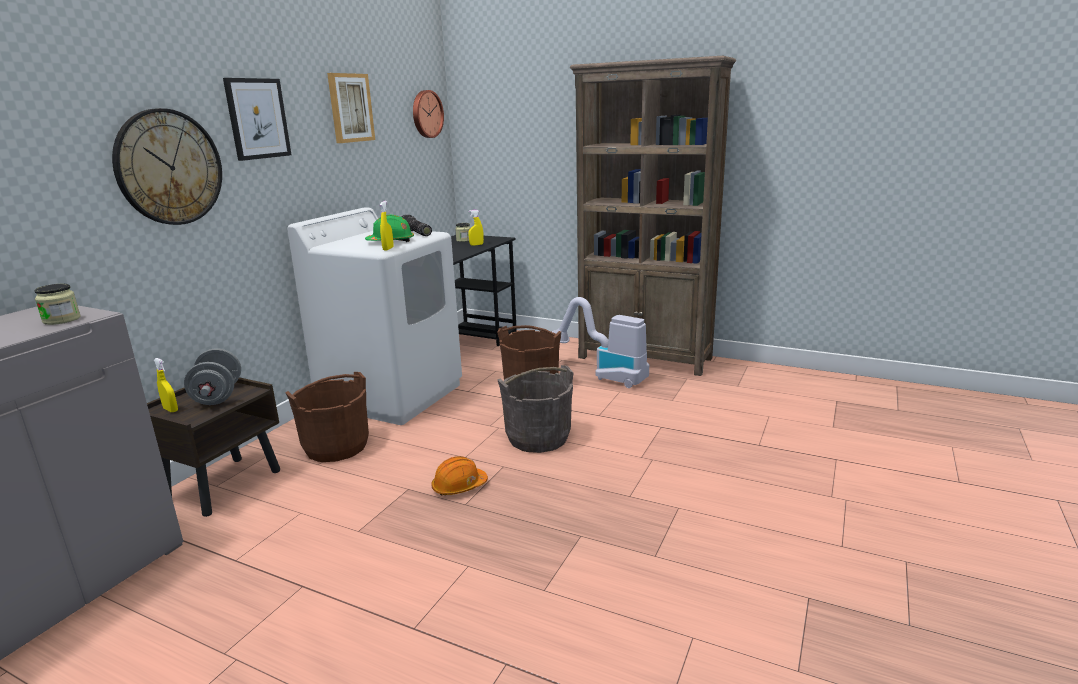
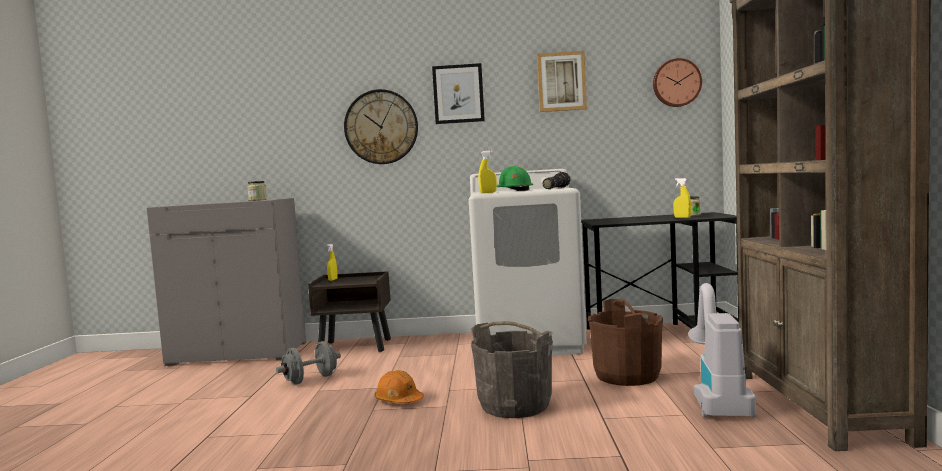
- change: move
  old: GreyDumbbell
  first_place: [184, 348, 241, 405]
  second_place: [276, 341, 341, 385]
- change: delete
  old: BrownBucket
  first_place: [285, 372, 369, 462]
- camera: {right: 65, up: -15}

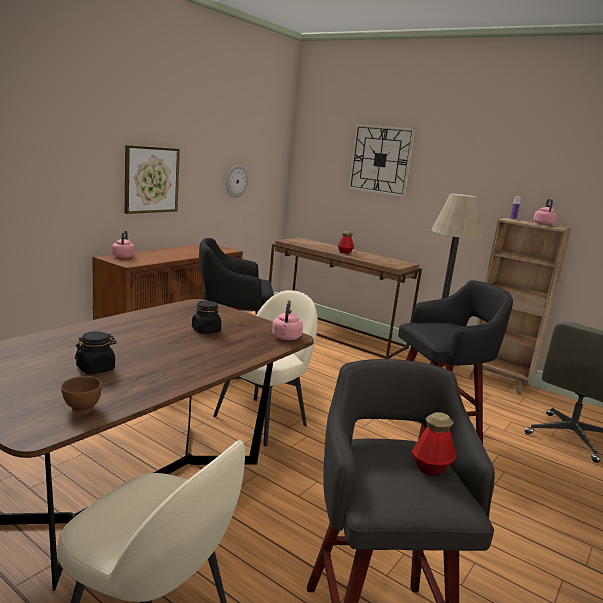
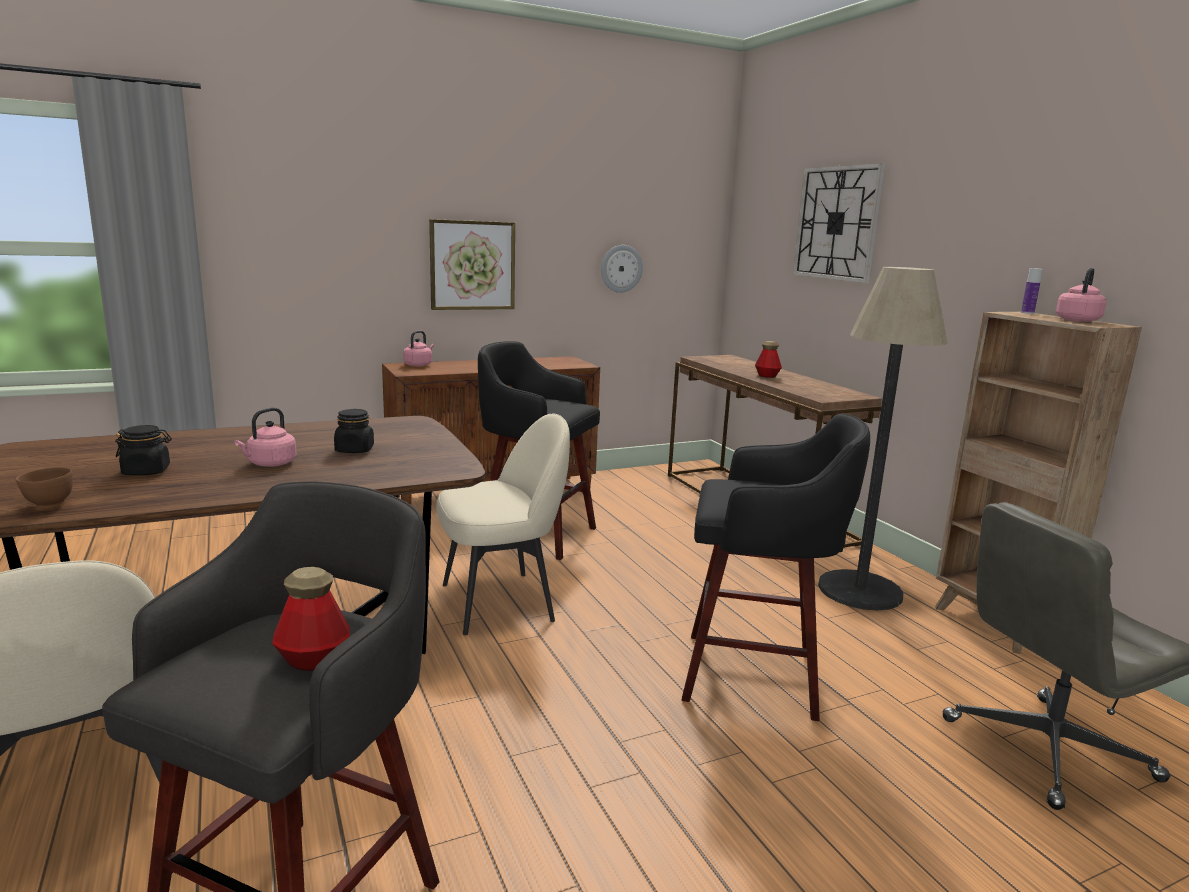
- change: move
  old: PinkKettle
  first_place: [272, 300, 303, 340]
  second_place: [234, 407, 297, 467]
- camera: {right: 30, up: 0}

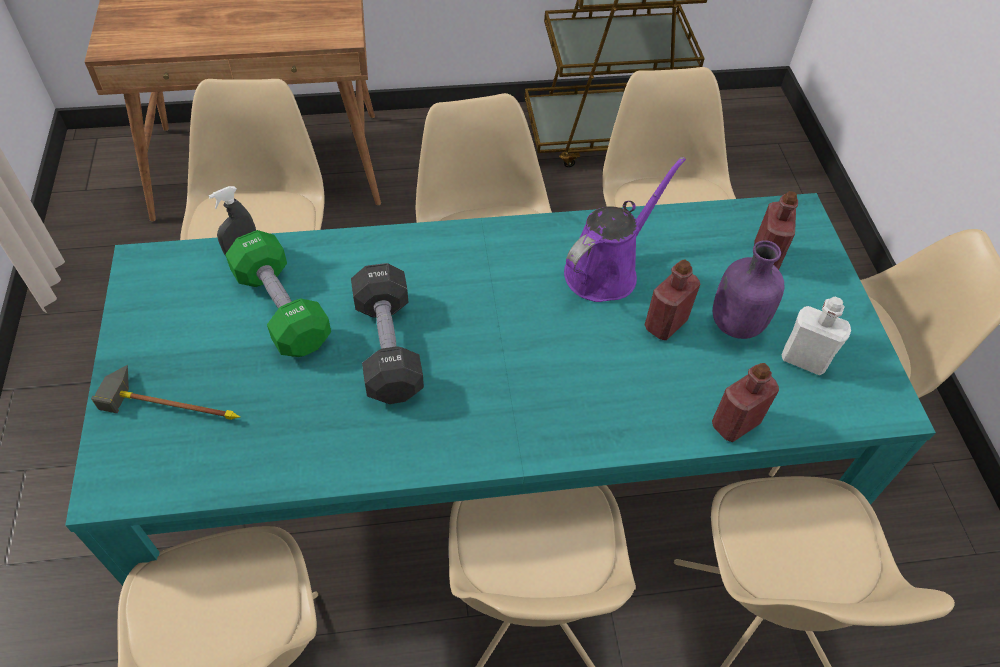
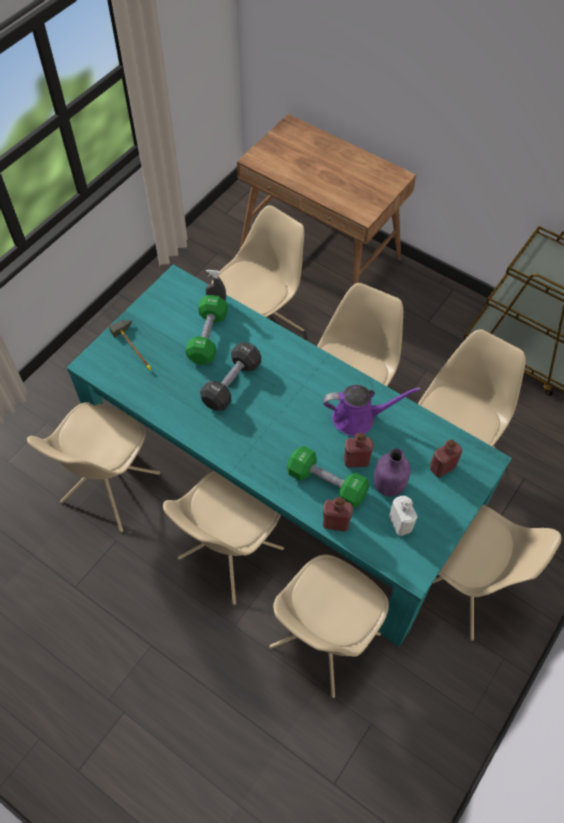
- change: insert
  new: GreenDumbbell
  second_place: [287, 446, 369, 508]
- camera: {right: 45, up: 5}

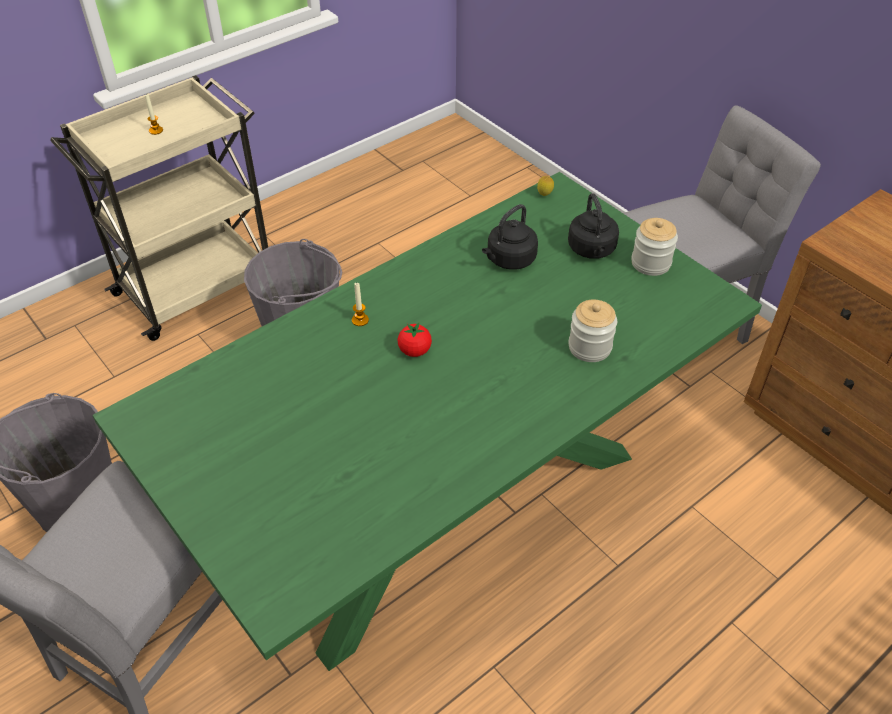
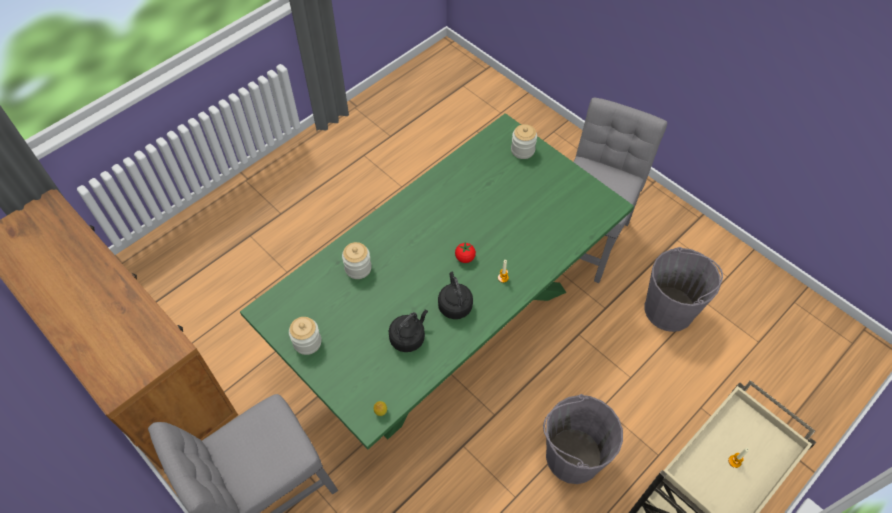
- change: move
  old: BlackKettle
  first_place: [568, 193, 619, 259]
  second_place: [438, 272, 473, 319]
- change: insert
  new: Jar
  second_place: [511, 124, 537, 159]
- camera: {right: 175, up: 10}

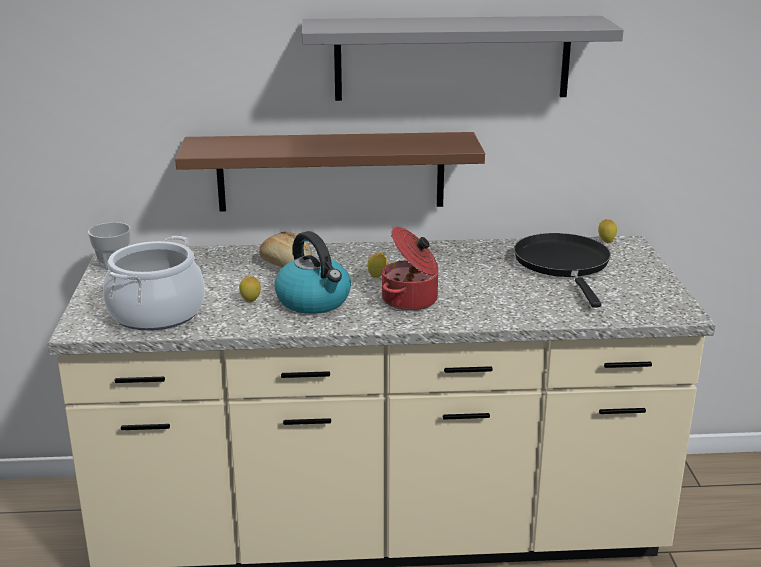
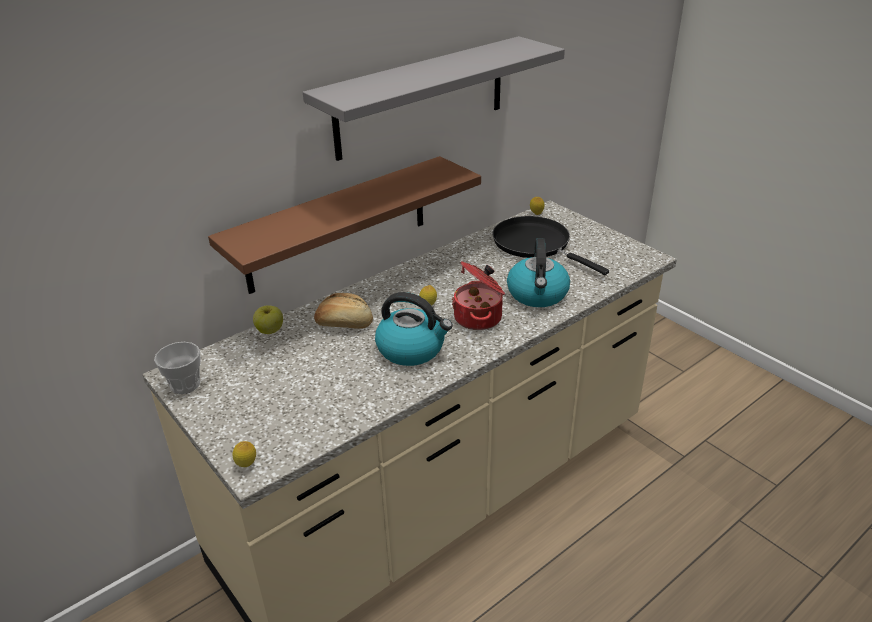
- change: delete
  old: CookingPot
  first_place: [103, 236, 205, 331]
- change: move
  old: Lemon
  first_place: [239, 276, 261, 302]
  second_place: [232, 441, 256, 467]
- change: insert
  new: Kettle
  second_place: [507, 238, 570, 307]
- change: insert
  new: Apple
  second_place: [253, 305, 283, 334]
- camera: {right: -35, up: 10}

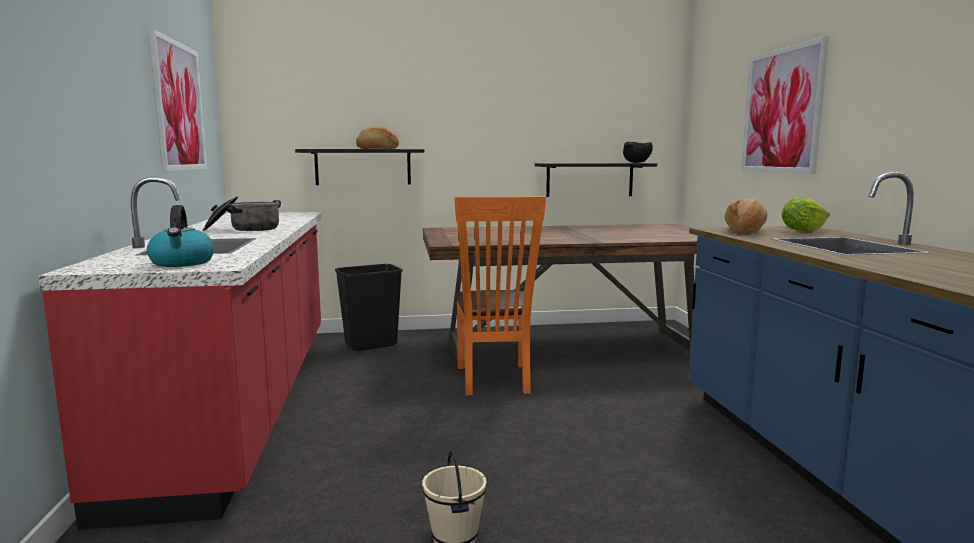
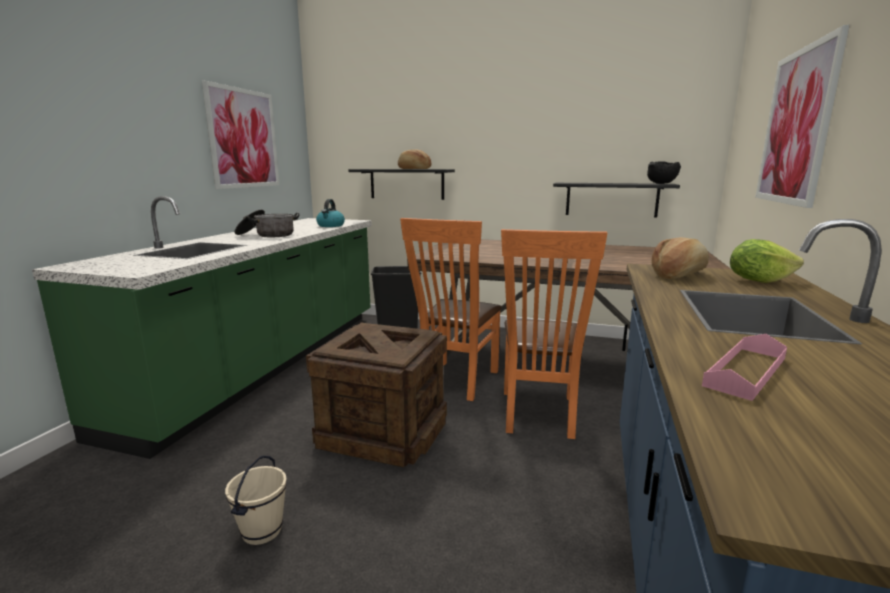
- change: recolor
  old: RedCounter
  new: GreenCounter
  first_place: [38, 177, 322, 530]
  second_place: [32, 196, 372, 459]
- change: move
  old: Kettle
  first_place: [147, 205, 214, 267]
  second_place: [316, 199, 345, 227]
- change: insert
  new: OrangeChair
  second_place: [501, 229, 608, 439]
- change: insert
  new: Crate
  second_place: [306, 323, 447, 467]
- change: insert
  new: PinkTray
  second_place: [702, 334, 787, 401]
- camera: {right: 25, up: 5}

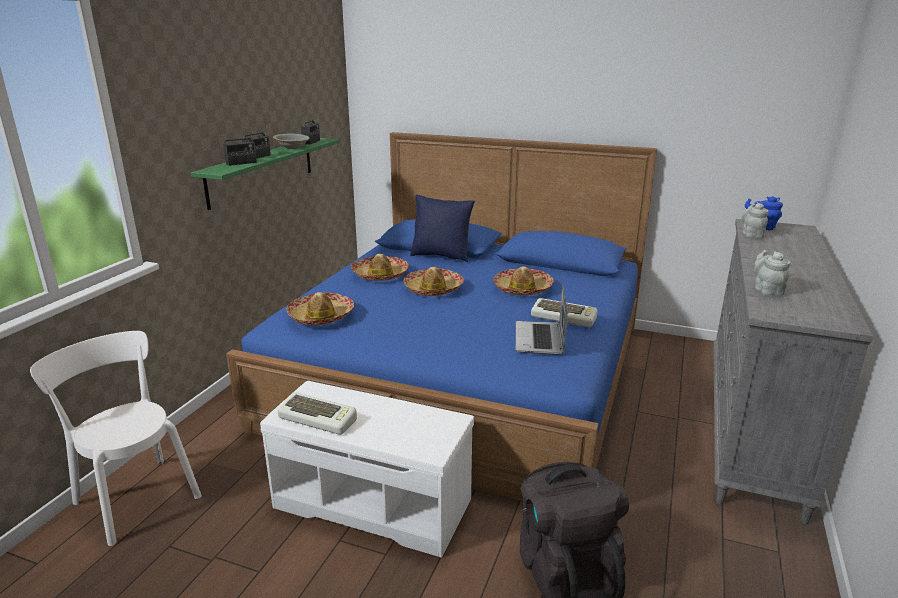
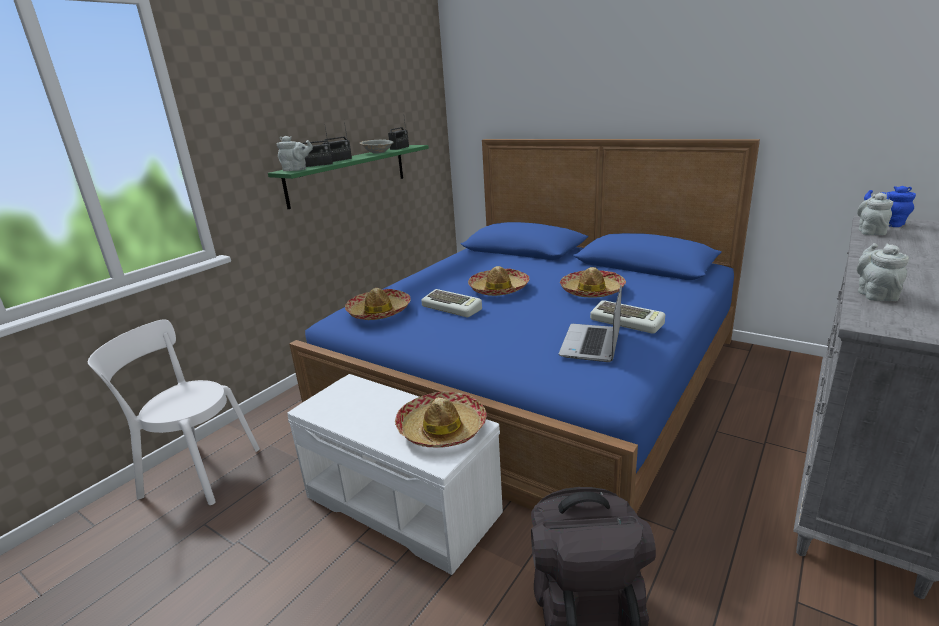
- change: delete
  old: BluePillow
  first_place: [410, 194, 475, 263]
- change: move
  old: Hat
  first_place: [351, 254, 409, 281]
  second_place: [395, 391, 487, 448]
- change: rotate
  old: WhiteChair
  first_place: [30, 331, 202, 546]
  second_place: [88, 319, 260, 505]
  degrees: -45
- change: move
  old: Keyboard
  first_place: [277, 392, 357, 435]
  second_place: [421, 289, 482, 317]
- change: insert
  new: GreyTeapot
  second_place: [277, 136, 313, 171]
- camera: {right: 15, up: 0}

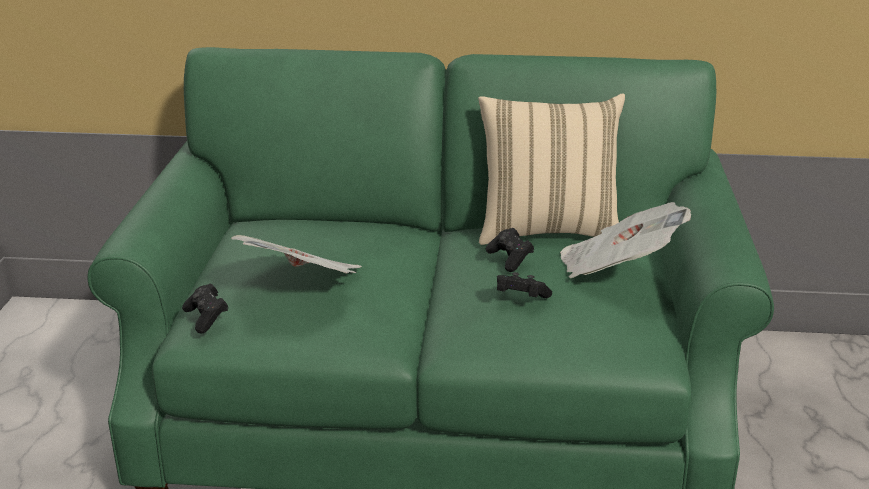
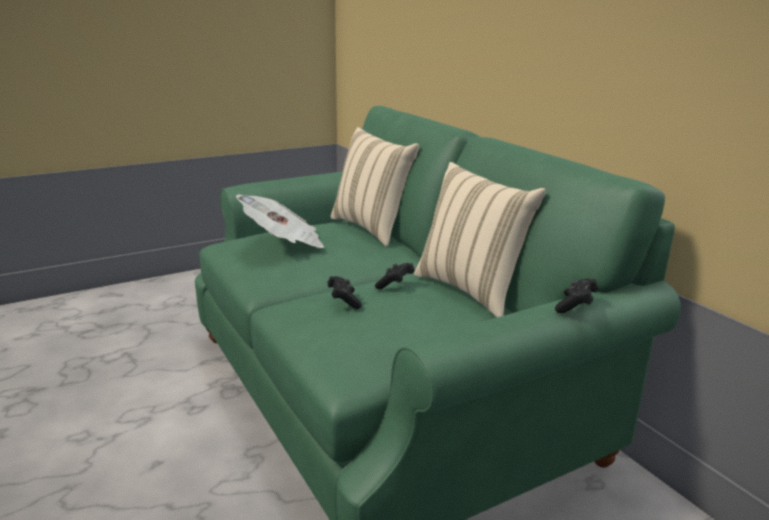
- change: delete
  old: Newspaper
  first_place: [560, 202, 691, 278]
- change: move
  old: BlackGameController
  first_place: [182, 283, 228, 334]
  second_place: [555, 279, 598, 313]
- change: insert
  new: BeigePillow
  second_place: [331, 127, 419, 246]
- camera: {right: 55, up: -5}

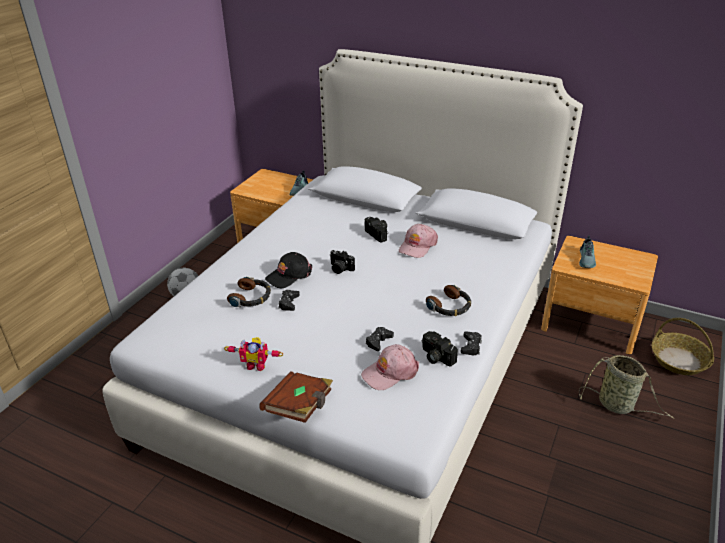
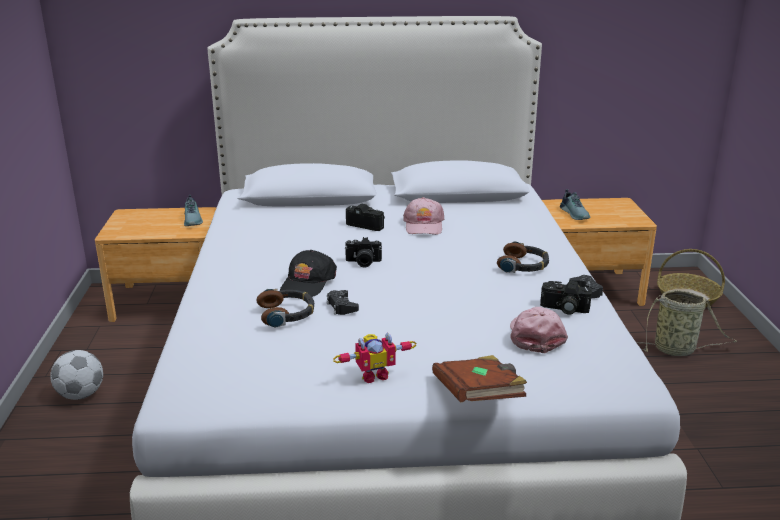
- change: delete
  old: BlackGameController
  first_place: [366, 327, 394, 351]
- change: rotate
  old: PinkCap
  first_place: [361, 344, 419, 390]
  second_place: [510, 307, 568, 353]
  degrees: 150
- camera: {right: -30, up: -10}

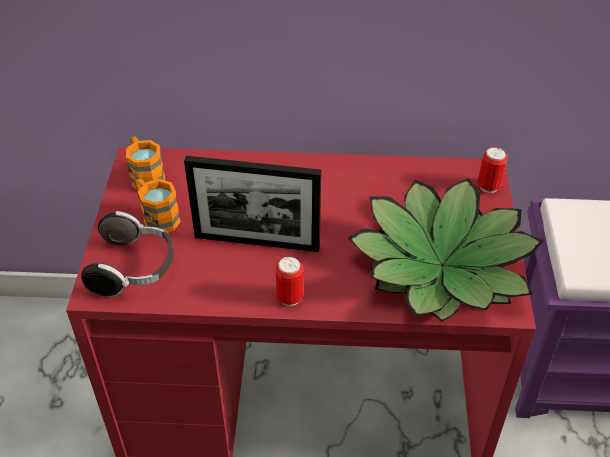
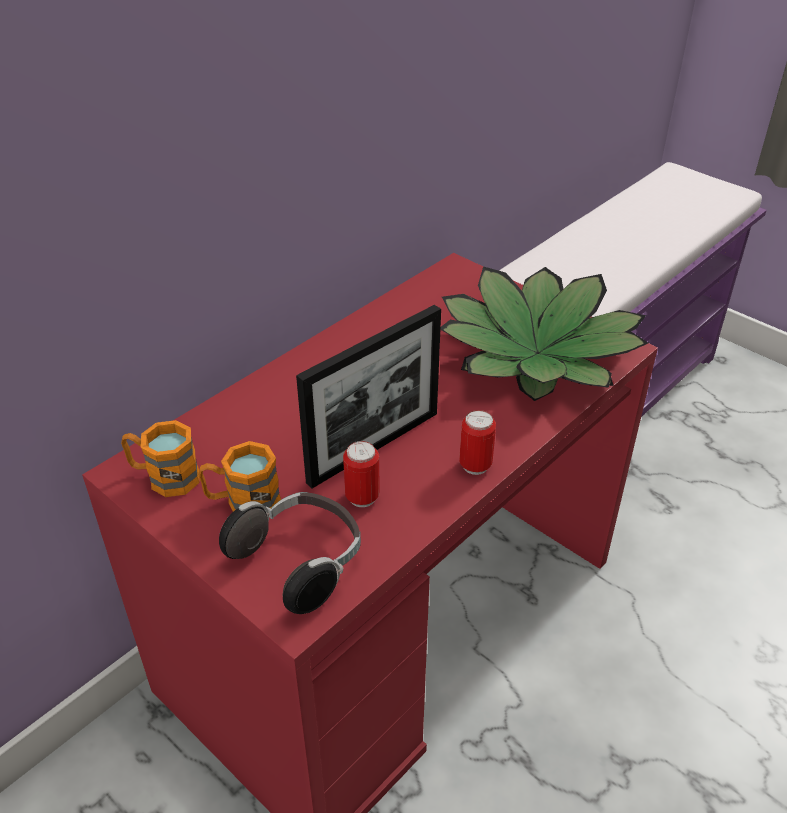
- change: move
  old: Can
  first_place: [478, 147, 507, 193]
  second_place: [343, 441, 380, 507]
- camera: {right: -50, up: -5}

